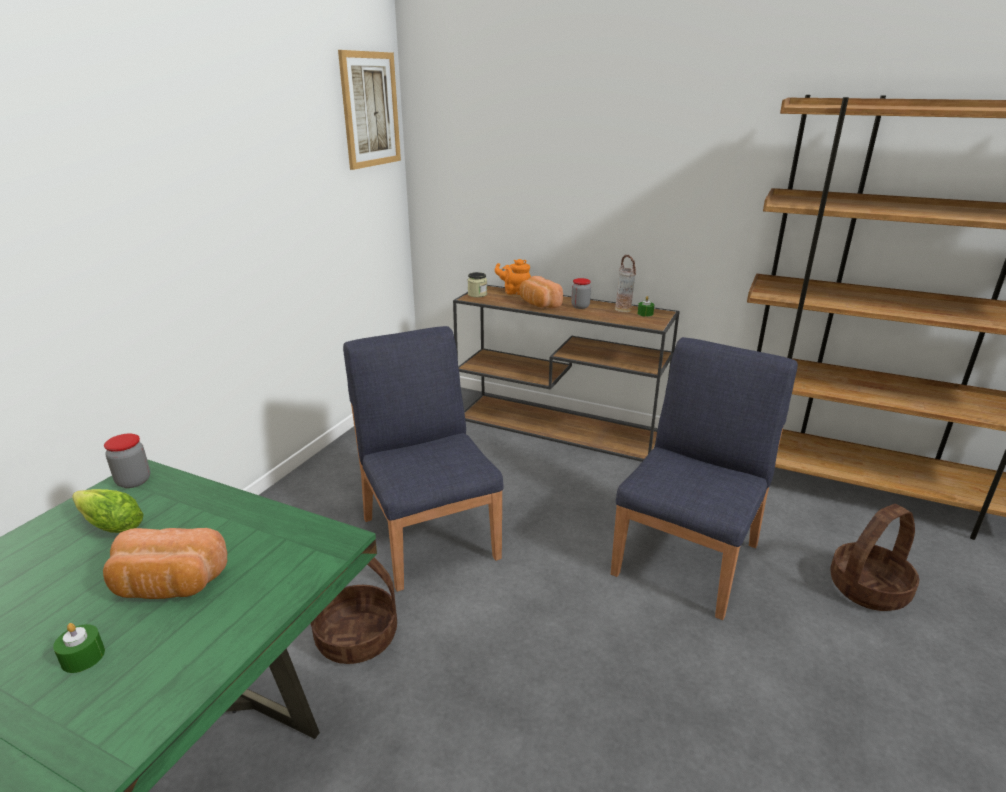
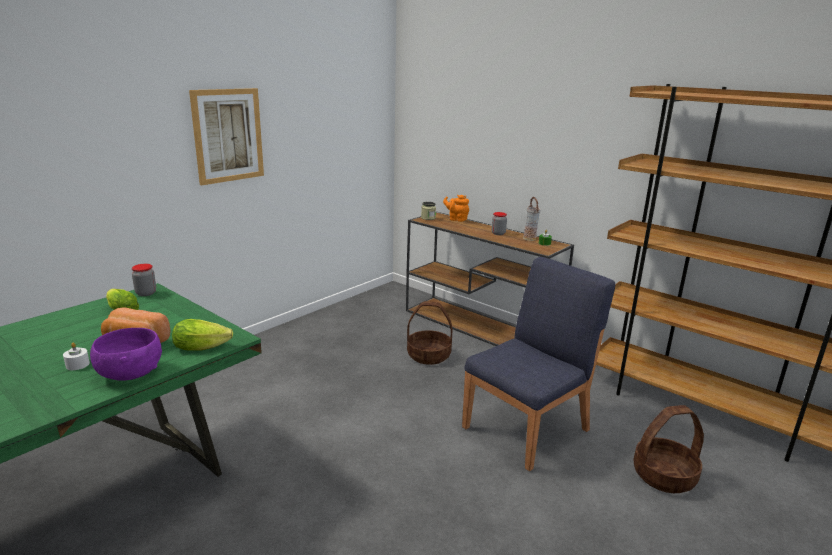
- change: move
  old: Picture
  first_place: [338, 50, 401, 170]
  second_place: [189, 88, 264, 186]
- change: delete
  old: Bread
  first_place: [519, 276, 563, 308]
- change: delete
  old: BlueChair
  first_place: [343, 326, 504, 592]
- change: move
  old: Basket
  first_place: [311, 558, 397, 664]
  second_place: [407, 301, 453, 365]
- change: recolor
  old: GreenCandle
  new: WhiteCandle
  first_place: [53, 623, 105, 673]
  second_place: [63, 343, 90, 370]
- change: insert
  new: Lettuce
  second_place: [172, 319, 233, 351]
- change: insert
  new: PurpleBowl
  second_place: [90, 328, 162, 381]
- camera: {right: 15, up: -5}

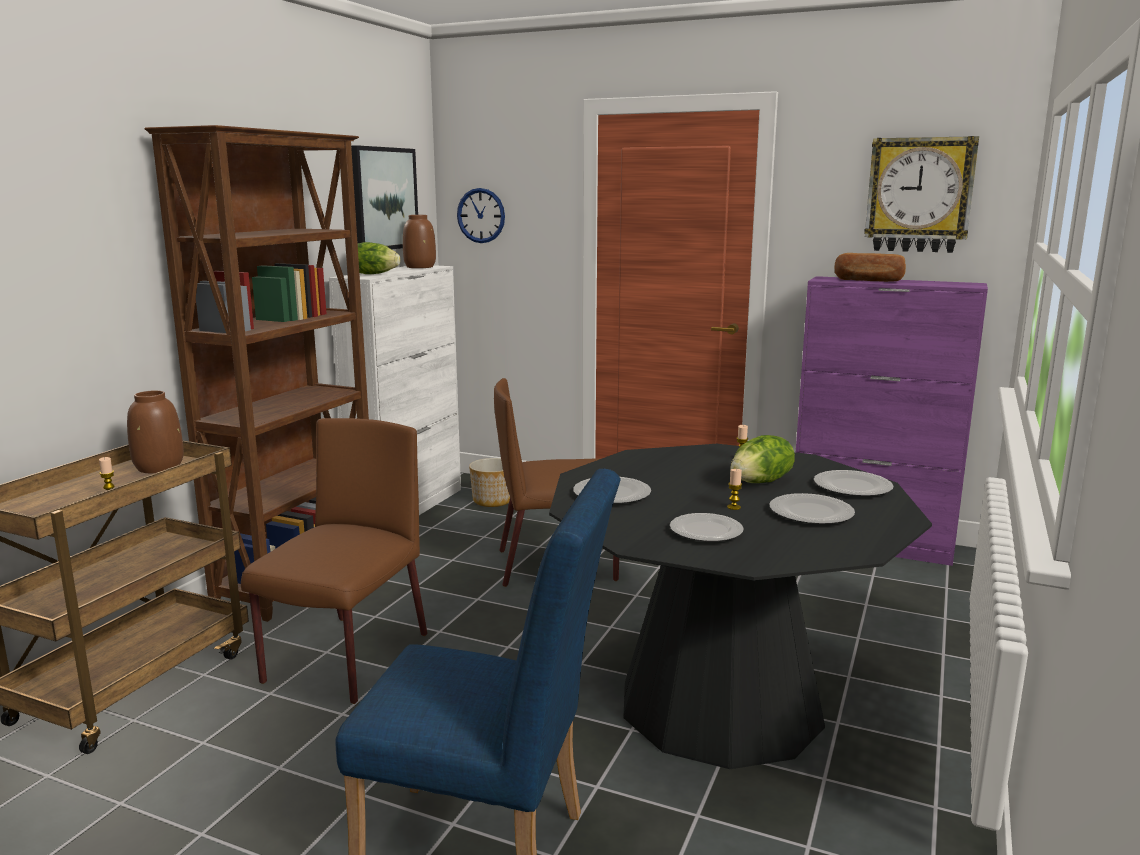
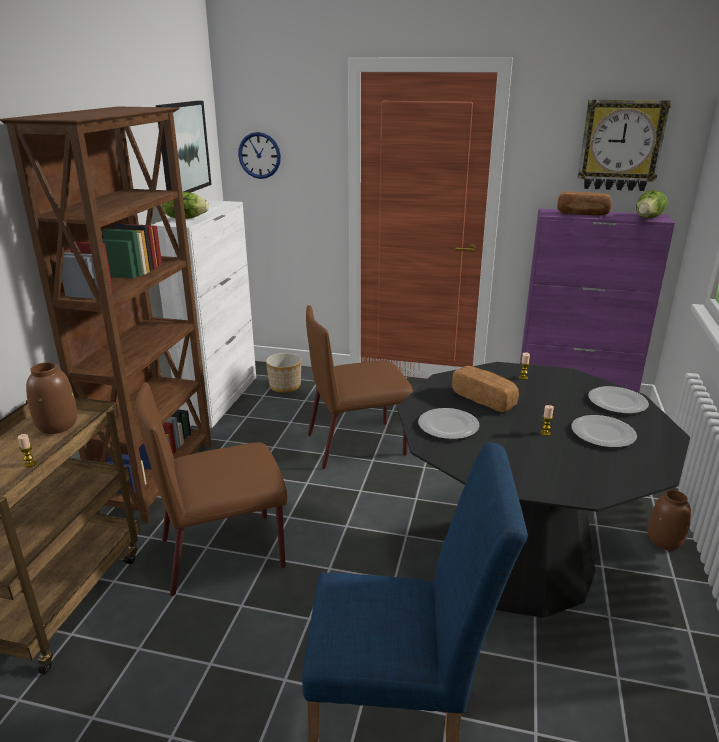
- change: move
  old: BrownVase
  first_place: [403, 215, 436, 268]
  second_place: [648, 490, 691, 550]
- change: rotate
  old: BrownChair
  first_place: [241, 418, 427, 704]
  second_place: [135, 382, 287, 596]
  degrees: -120
- change: move
  old: Lettuce
  first_place: [730, 435, 795, 483]
  second_place: [636, 190, 668, 218]
- change: delete
  old: Plate
  first_place: [670, 513, 743, 542]
- change: insert
  new: Bread
  second_place: [452, 366, 519, 412]
- camera: {right: -10, up: 10}

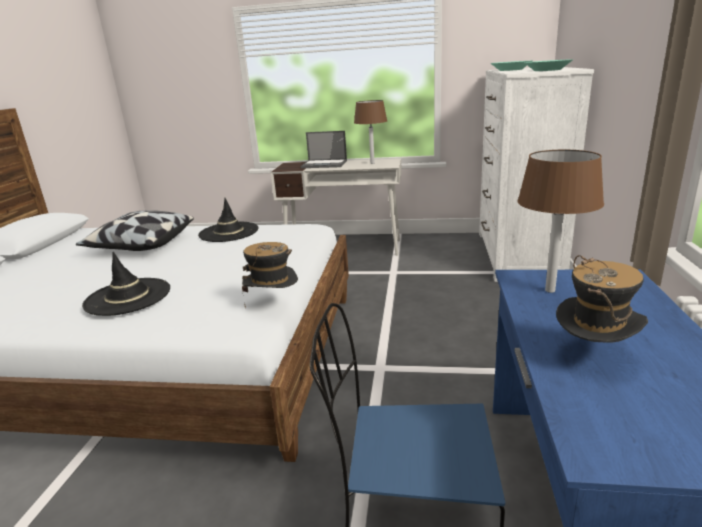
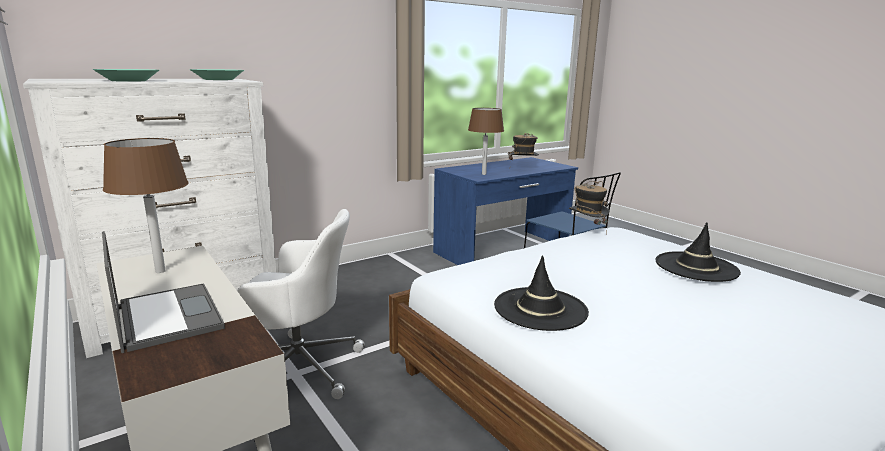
- change: delete
  old: Pillow
  first_place: [76, 210, 194, 251]
- change: insert
  new: WhiteOfficeChair
  second_place: [237, 209, 365, 399]
- camera: {right: -135, up: -5}

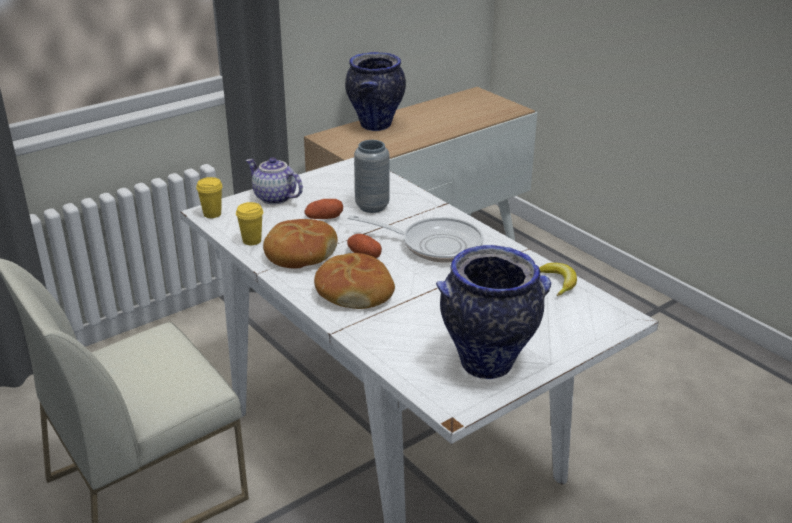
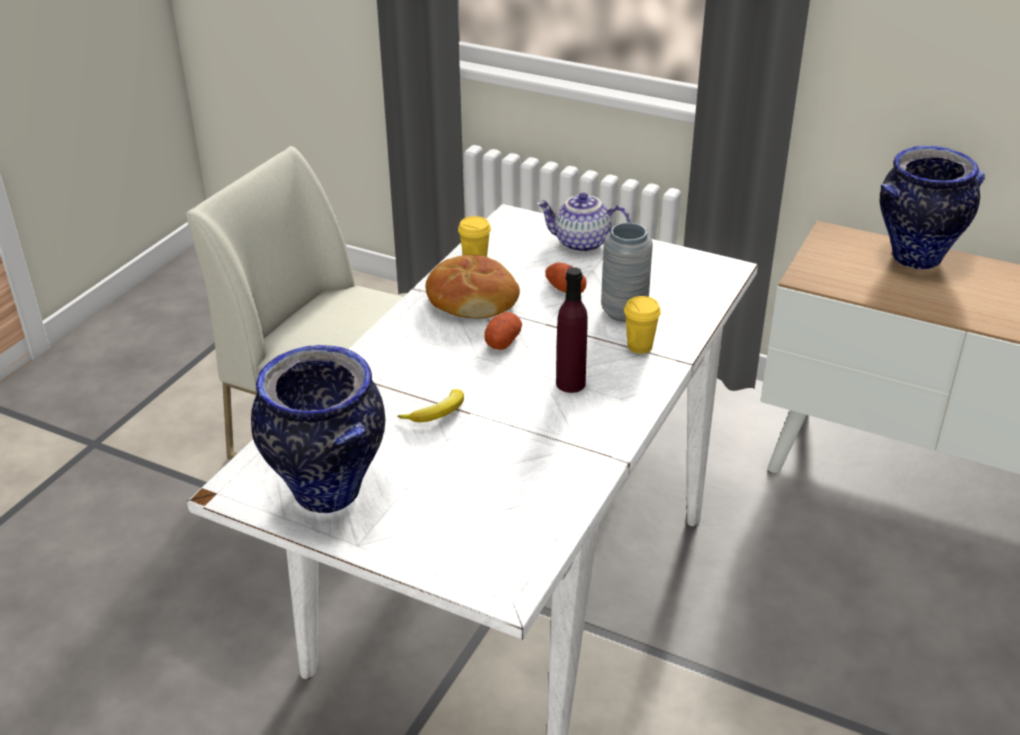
- change: rotate
  old: Teapot
  first_place: [246, 158, 303, 204]
  second_place: [536, 193, 630, 253]
  degrees: -90
- change: move
  old: YellowCup
  first_place: [196, 177, 223, 218]
  second_place: [624, 296, 661, 354]
- change: replace
  old: FryingPan
  new: PurpleBottle
  first_place: [348, 215, 484, 262]
  second_place: [556, 267, 588, 393]
- change: delete
  old: Bread
  first_place: [314, 253, 395, 309]
- change: move
  old: Banana
  first_place: [539, 263, 577, 296]
  second_place: [397, 389, 464, 422]
- camera: {right: 65, up: 5}

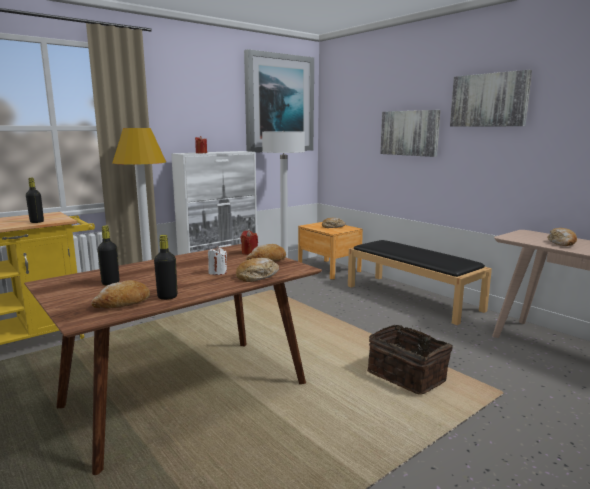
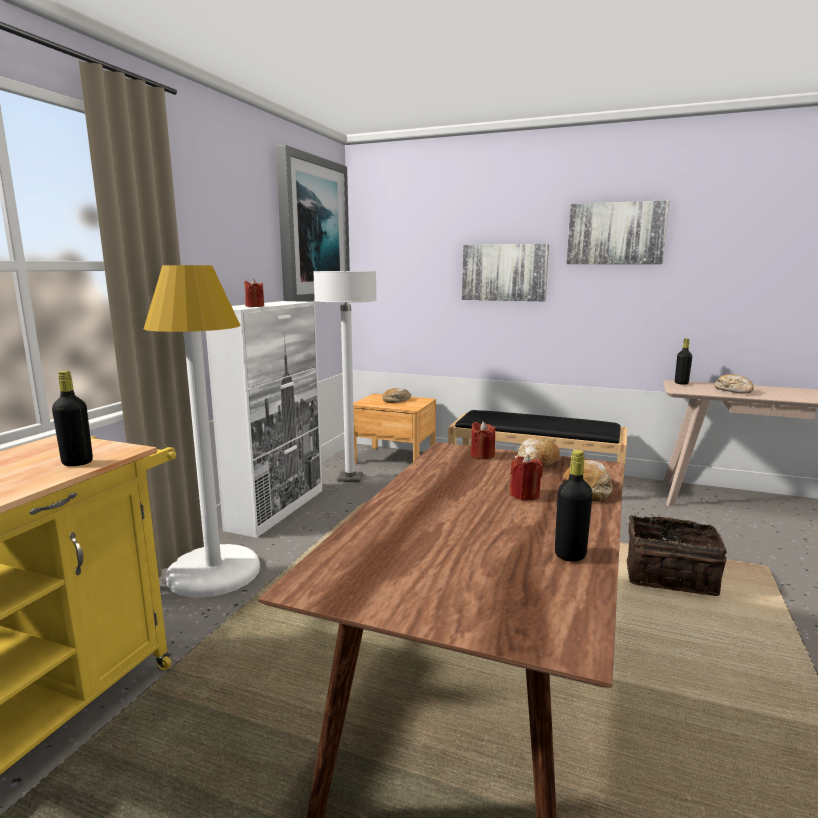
- change: move
  old: BlackBottle
  first_place: [98, 226, 119, 285]
  second_place: [675, 338, 692, 385]
- change: recolor
  old: WhiteCandle
  new: RedCandle
  first_place: [208, 246, 227, 275]
  second_place: [510, 455, 543, 501]
- change: delete
  old: Bread
  first_place: [91, 280, 150, 309]
- camera: {right: -30, up: 0}

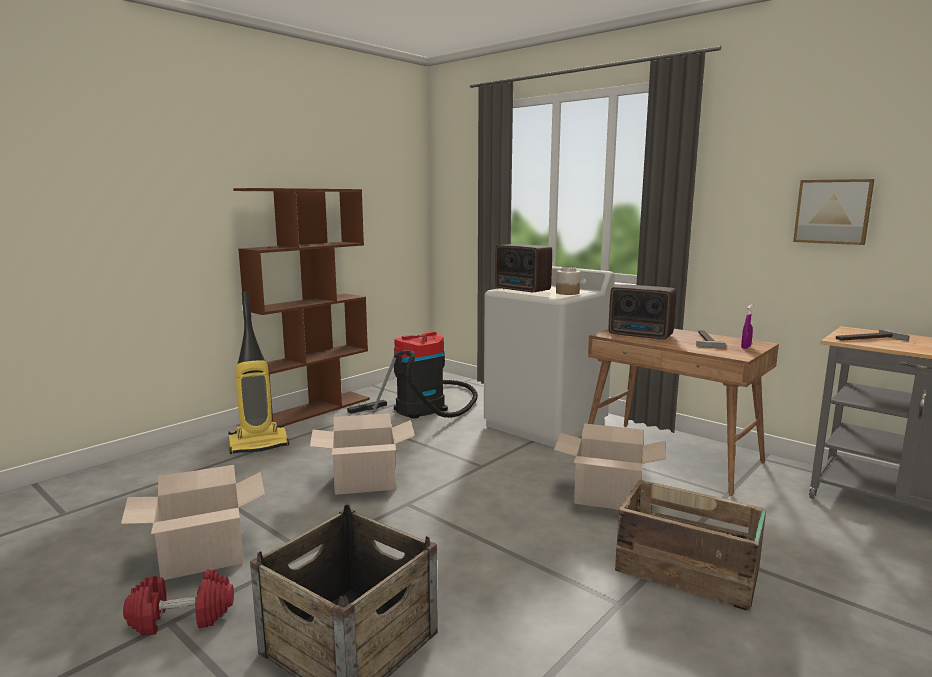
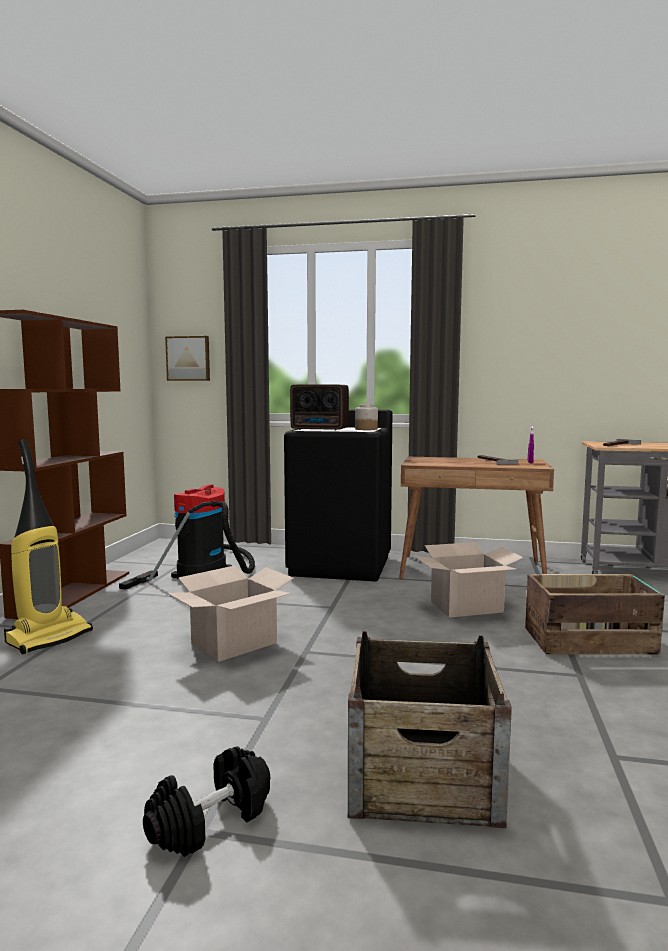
- change: move
  old: Picture
  first_place: [793, 179, 874, 245]
  second_place: [165, 336, 210, 381]
- change: recolor
  old: WhiteWashingMachine
  new: BlackWashingMachine
  first_place: [484, 266, 615, 448]
  second_place: [284, 410, 392, 581]
- change: delete
  old: Radio
  first_place: [609, 284, 676, 340]
- change: delete
  old: CardboardBox
  first_place: [121, 465, 265, 580]
- change: recolor
  old: RedDumbbell
  new: BlackDumbbell
  first_place: [123, 570, 234, 636]
  second_place: [143, 746, 270, 857]
- camera: {right: -30, up: -5}

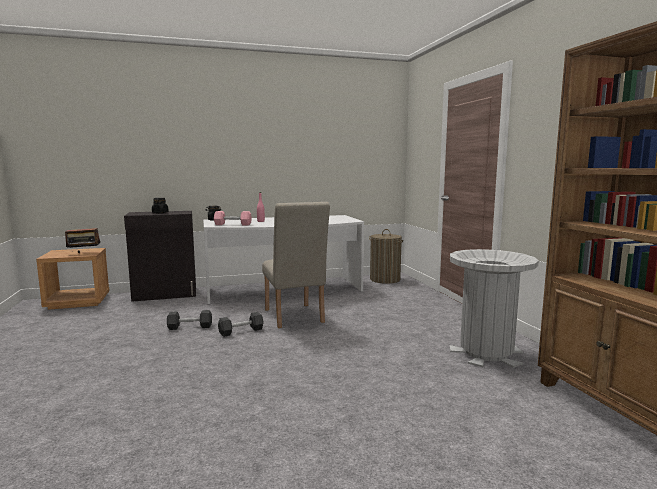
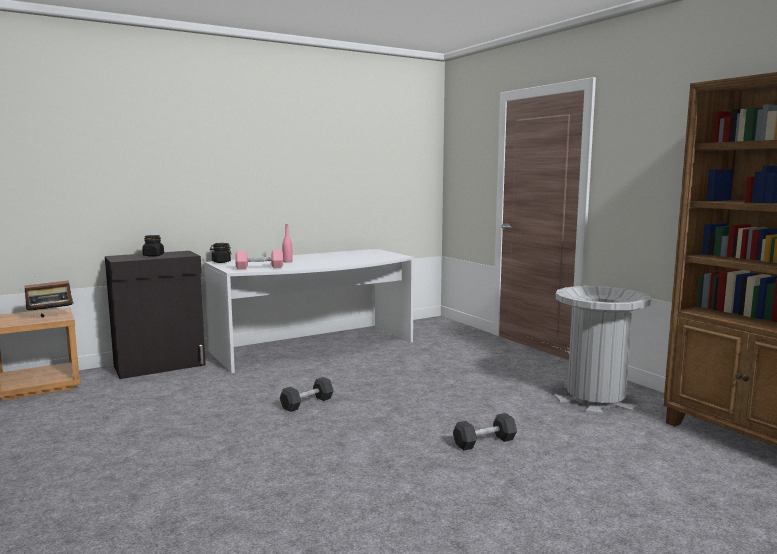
- change: delete
  old: BeigeChair
  first_place: [262, 202, 330, 328]
- change: delete
  old: LaundryBasket
  first_place: [369, 229, 403, 284]
- change: move
  old: BlackDumbbell
  first_place: [167, 310, 212, 330]
  second_place: [453, 413, 517, 451]
- camera: {right: -15, up: 0}

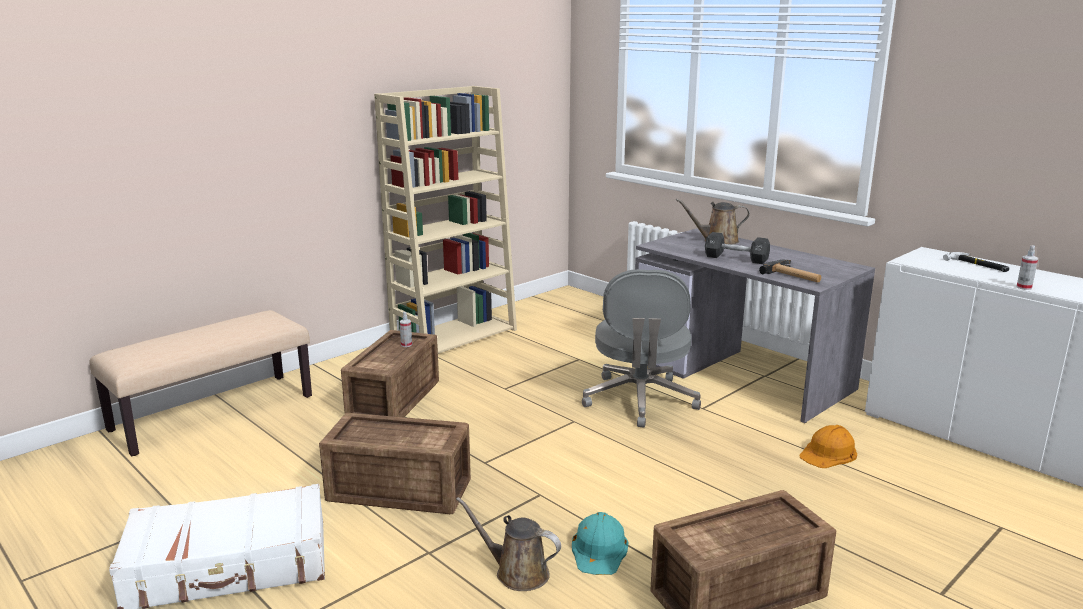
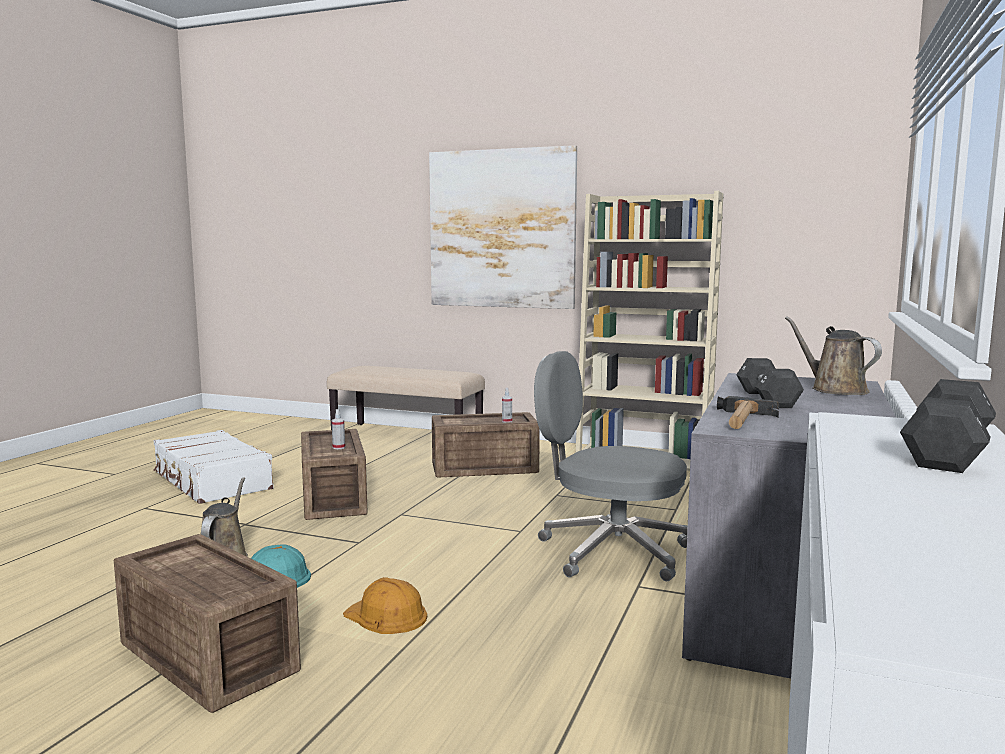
- change: move
  old: SprayBottle
  first_place: [1016, 245, 1038, 290]
  second_place: [332, 409, 345, 449]
- change: replace
  old: Hammer
  new: BlackDumbbell
  first_place: [943, 252, 1010, 272]
  second_place: [900, 379, 996, 473]
- change: rotate
  old: GreyOfficeChair
  first_place: [582, 269, 701, 428]
  second_place: [534, 351, 688, 581]
  degrees: 45
- change: move
  old: OrangeHardHat
  first_place: [799, 425, 857, 468]
  second_place: [343, 577, 427, 634]
- change: insert
  new: Picture
  second_place: [429, 145, 577, 309]
- camera: {right: 65, up: -10}

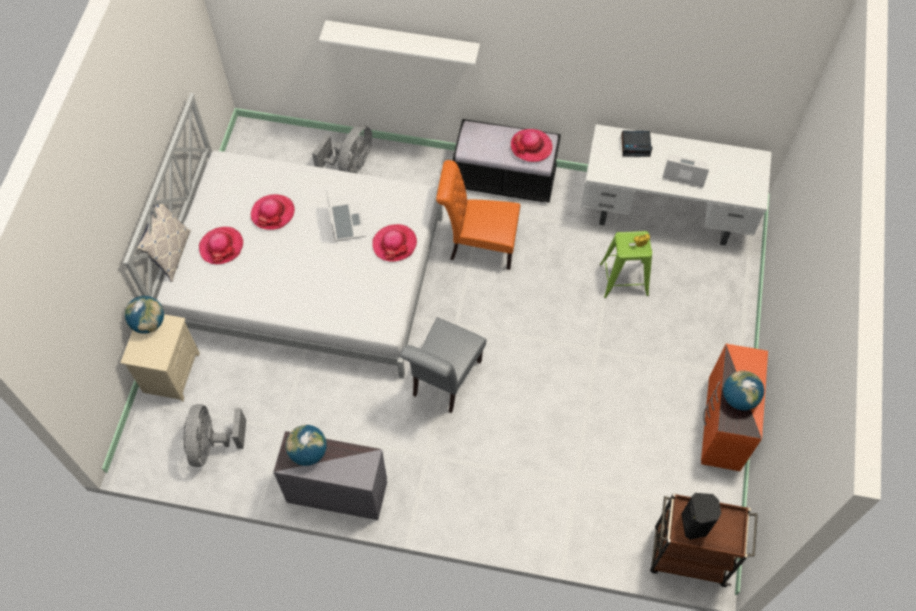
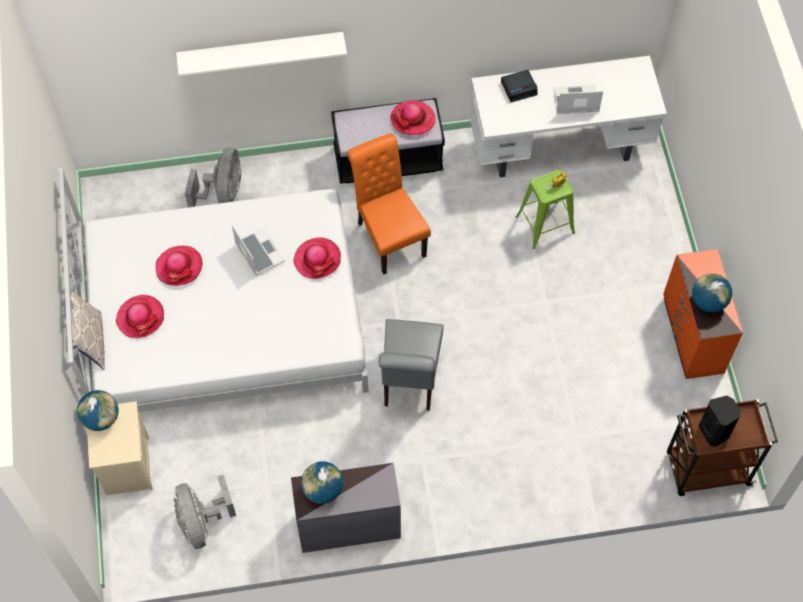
- change: rotate
  old: OrangeChair
  first_place: [436, 160, 520, 270]
  second_place: [347, 134, 431, 275]
  degrees: 75
- camera: {right: -20, up: 0}

